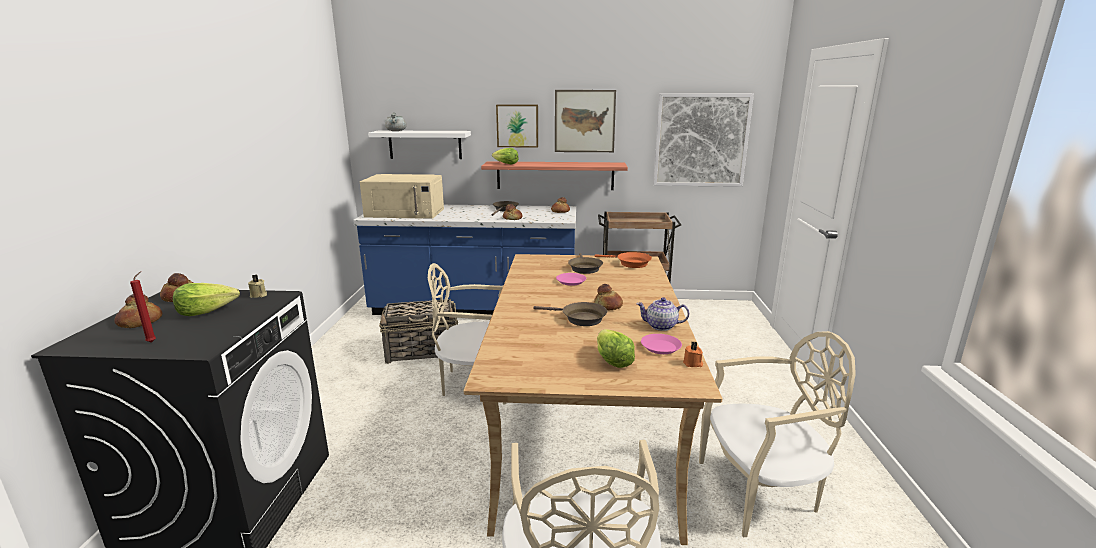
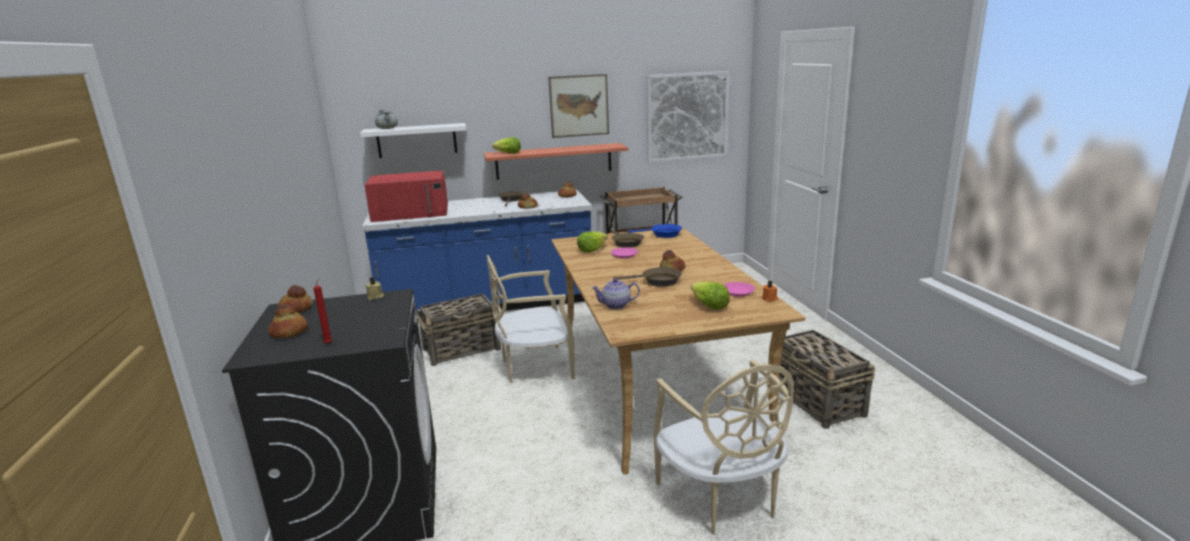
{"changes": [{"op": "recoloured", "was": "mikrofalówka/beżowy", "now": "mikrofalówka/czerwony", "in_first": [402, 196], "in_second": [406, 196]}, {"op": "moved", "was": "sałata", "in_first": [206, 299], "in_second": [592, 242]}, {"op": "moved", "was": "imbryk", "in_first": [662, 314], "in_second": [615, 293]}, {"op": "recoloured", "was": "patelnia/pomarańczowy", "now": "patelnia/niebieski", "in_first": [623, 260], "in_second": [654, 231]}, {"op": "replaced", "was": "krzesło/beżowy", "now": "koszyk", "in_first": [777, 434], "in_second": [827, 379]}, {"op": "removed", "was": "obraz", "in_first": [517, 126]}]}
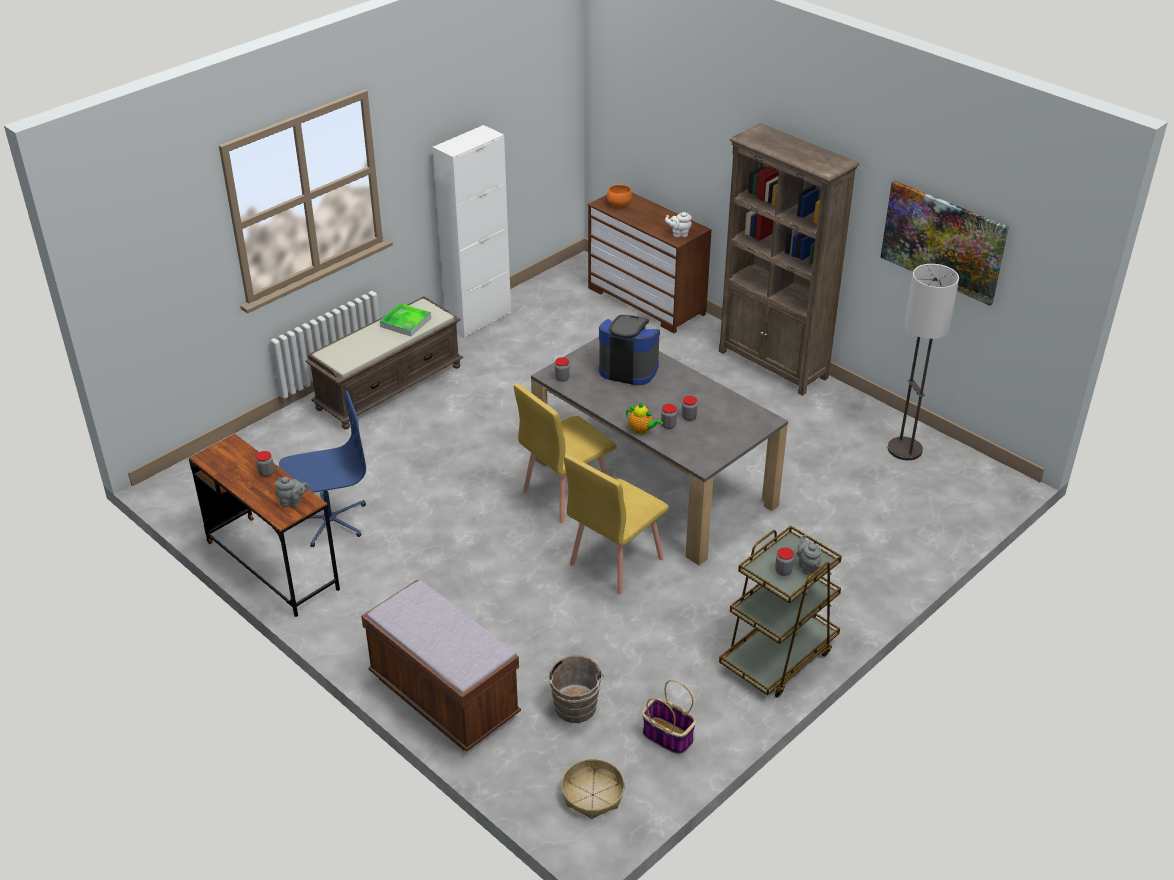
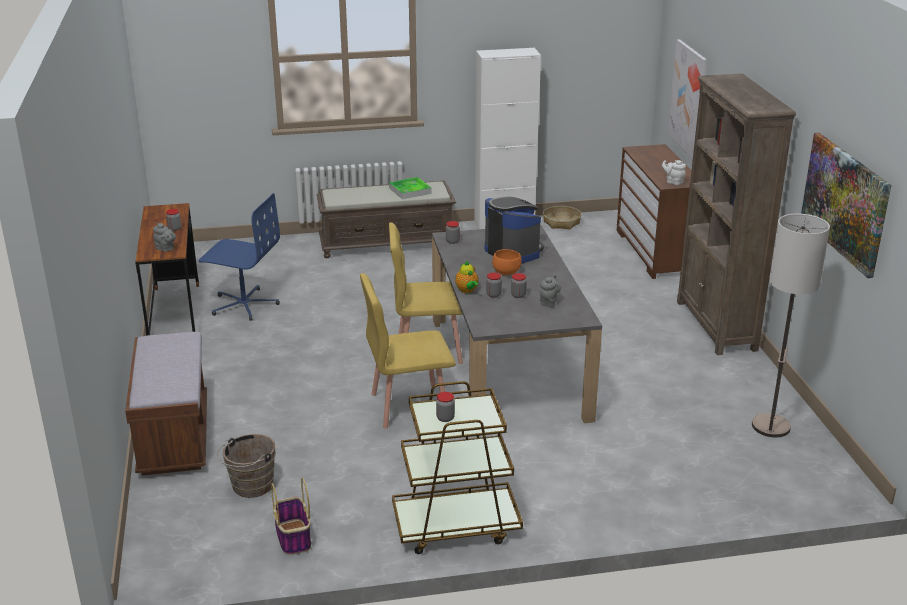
{"changes": [{"op": "moved", "was": "miska/pomarańczowy", "in_first": [619, 196], "in_second": [507, 262]}, {"op": "moved", "was": "imbryk/szary", "in_first": [809, 554], "in_second": [550, 290]}, {"op": "moved", "was": "koszyk", "in_first": [593, 789], "in_second": [562, 218]}, {"op": "added", "now": "obraz", "in_second": [687, 99]}]}
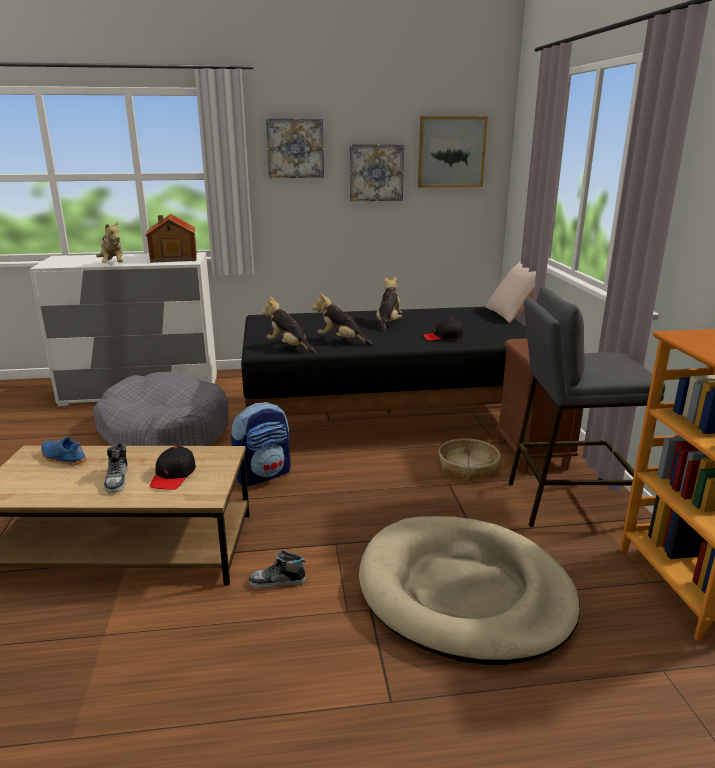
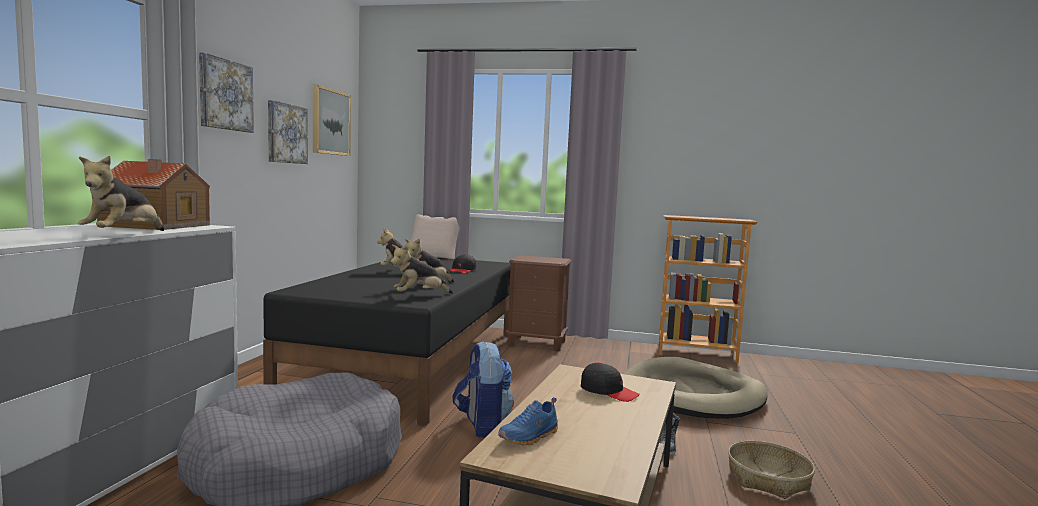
{"changes": [{"op": "turned", "was": "pluszak", "in_first": [109, 241], "in_second": [121, 193], "clockwise": 105}, {"op": "moved", "was": "koszyk", "in_first": [469, 459], "in_second": [771, 470]}, {"op": "removed", "was": "but", "in_first": [116, 468]}, {"op": "removed", "was": "stołek/szary", "in_first": [587, 407]}]}
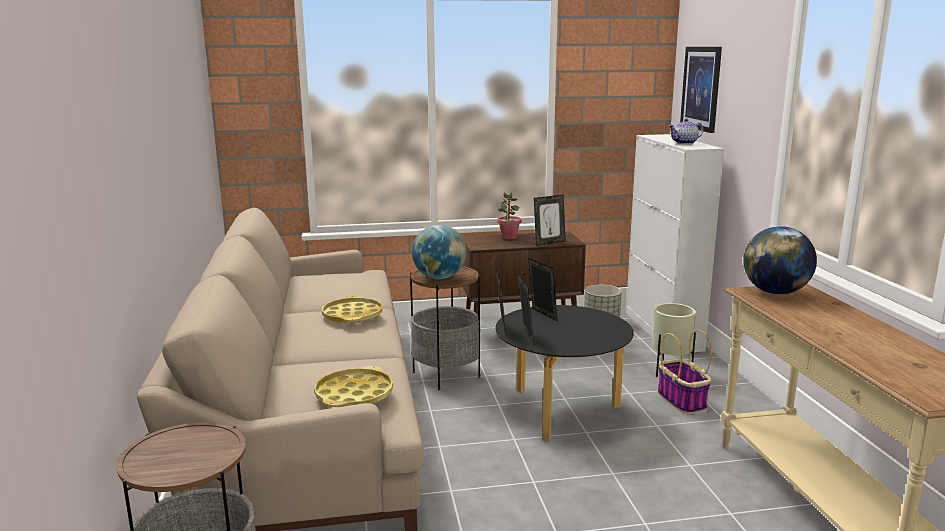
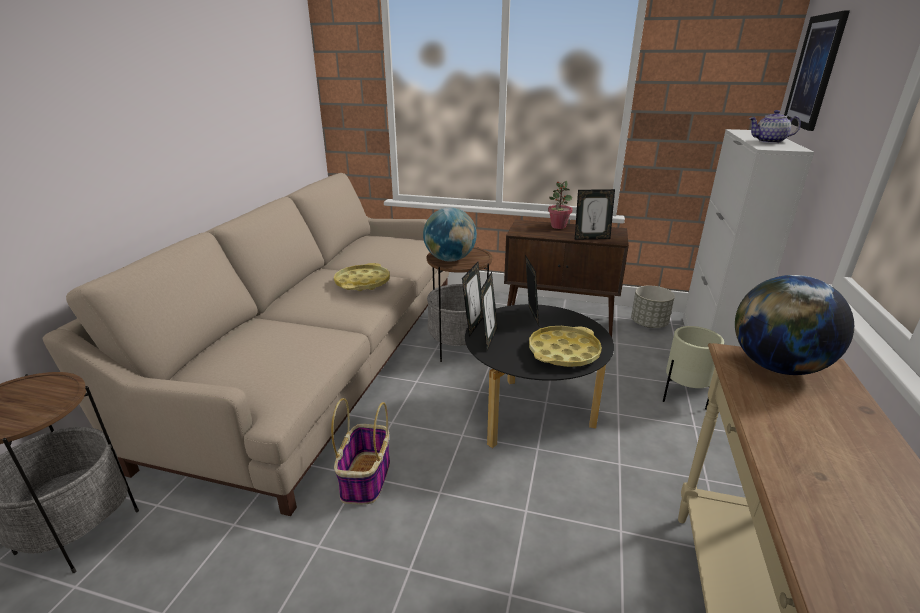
{"changes": [{"op": "moved", "was": "koszyk", "in_first": [685, 371], "in_second": [360, 451]}, {"op": "moved", "was": "taca/żółty", "in_first": [353, 386], "in_second": [565, 346]}]}
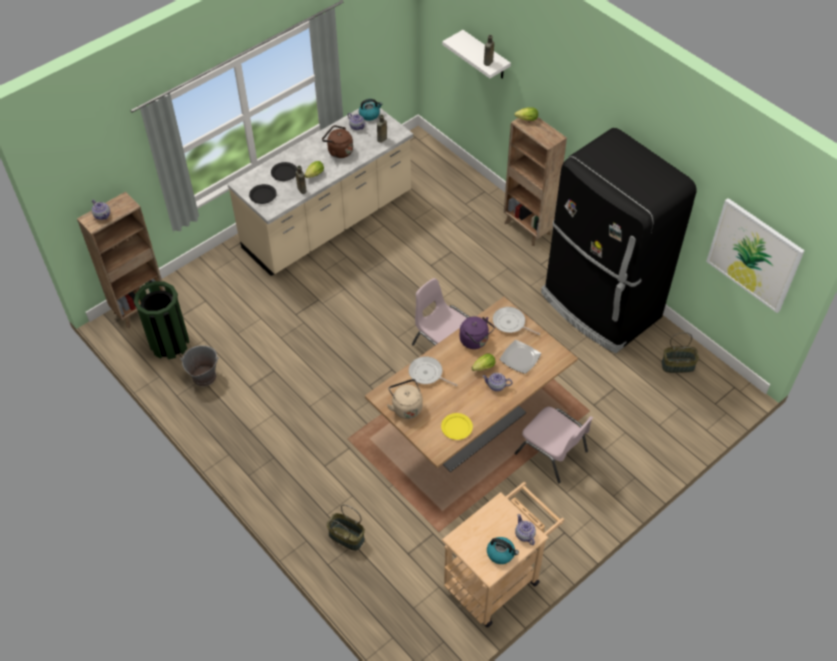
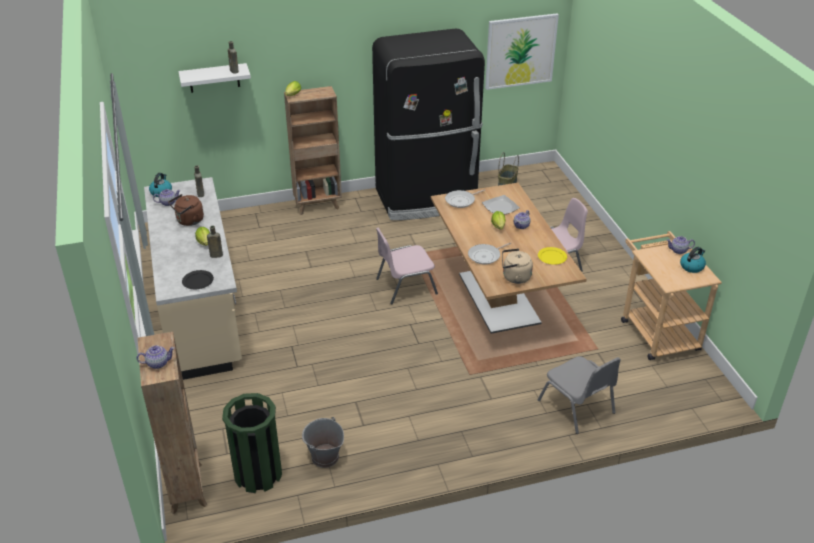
{"changes": [{"op": "replaced", "was": "koszyk", "now": "krzesło/szary", "in_first": [345, 527], "in_second": [579, 395]}, {"op": "removed", "was": "talerz/czarny", "in_first": [284, 171]}, {"op": "removed", "was": "czajnik/fioletowy", "in_first": [477, 332]}]}
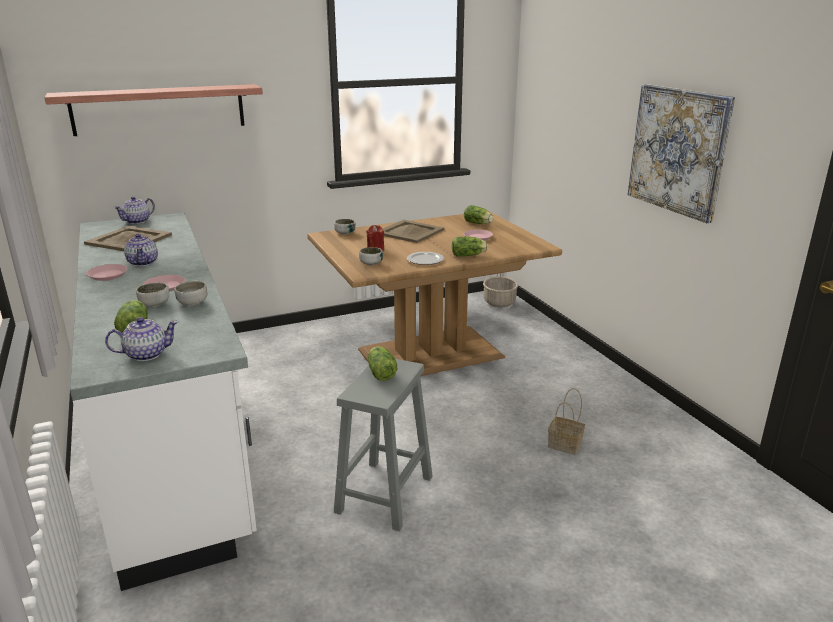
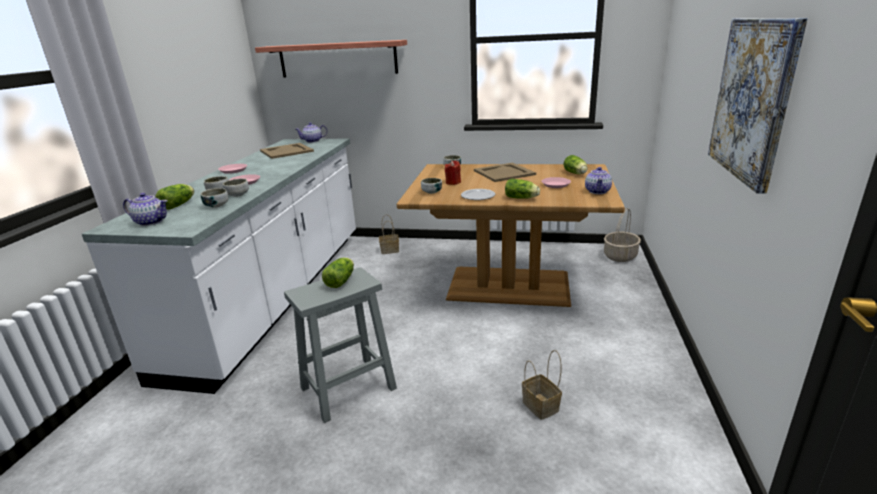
{"changes": [{"op": "added", "now": "miska", "in_second": [214, 198]}, {"op": "added", "now": "koszyk", "in_second": [389, 234]}, {"op": "moved", "was": "imbryk", "in_first": [141, 250], "in_second": [598, 180]}]}
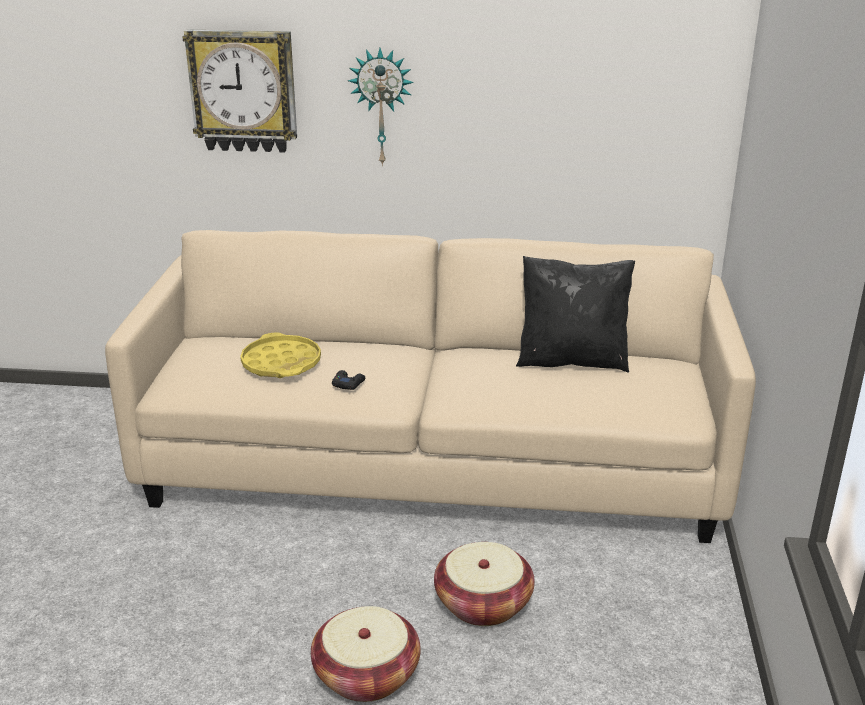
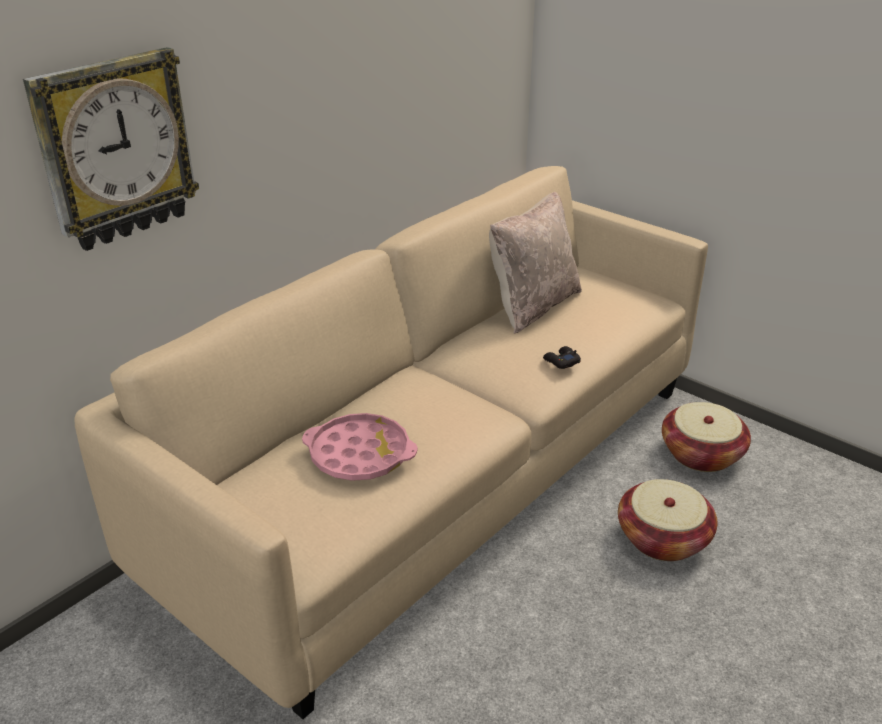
{"changes": [{"op": "recoloured", "was": "taca/żółty", "now": "taca/różowy", "in_first": [280, 355], "in_second": [360, 447]}, {"op": "recoloured", "was": "poduszka/czarny", "now": "poduszka/beżowy", "in_first": [575, 314], "in_second": [535, 262]}, {"op": "moved", "was": "pad do gier/czarny", "in_first": [348, 380], "in_second": [562, 357]}, {"op": "moved", "was": "koszyk", "in_first": [366, 654], "in_second": [706, 437]}, {"op": "removed", "was": "zegar ścienny", "in_first": [381, 107]}]}
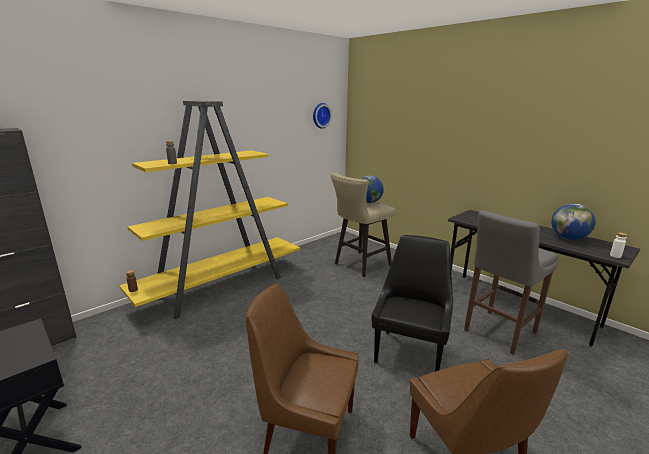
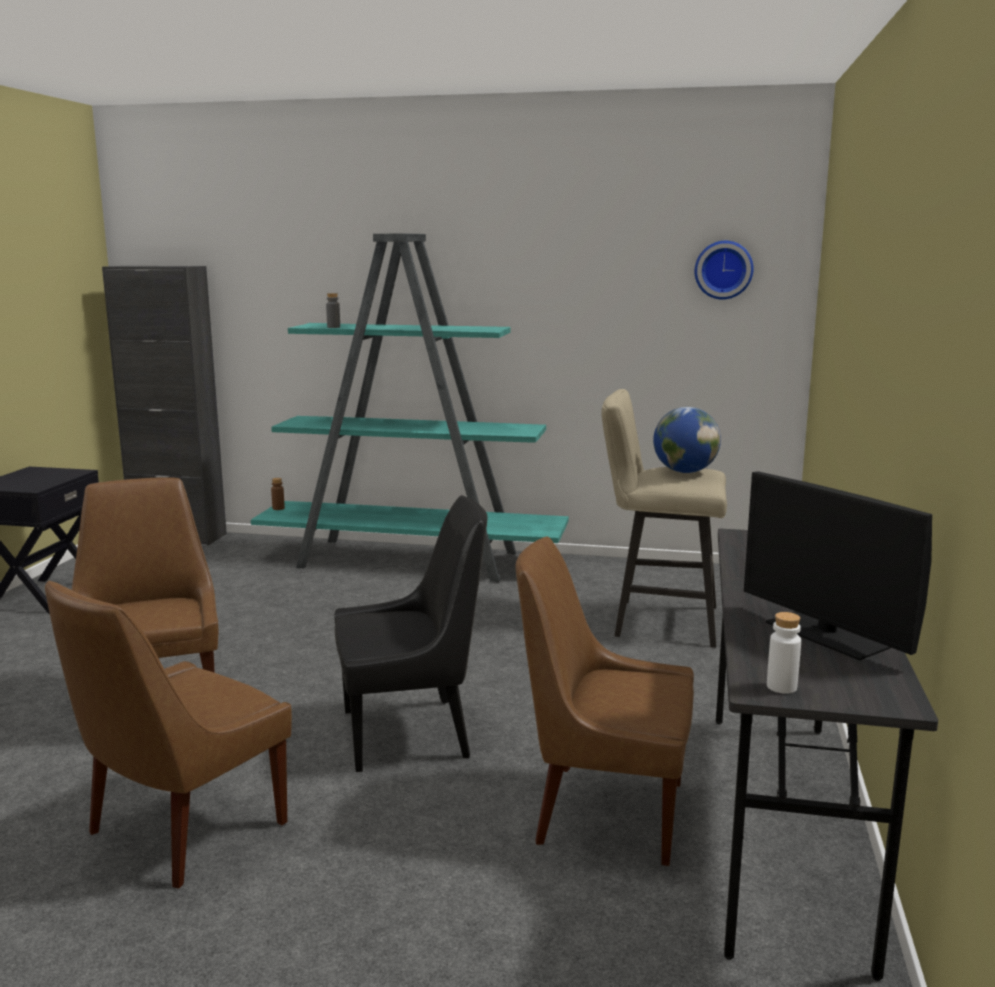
{"changes": [{"op": "recoloured", "was": "regał/żółty", "now": "regał/turkusowy", "in_first": [209, 210], "in_second": [410, 407]}, {"op": "replaced", "was": "stołek/szary", "now": "krzesło/brązowy", "in_first": [511, 282], "in_second": [604, 701]}, {"op": "replaced", "was": "globus", "now": "monitor", "in_first": [573, 222], "in_second": [838, 566]}]}
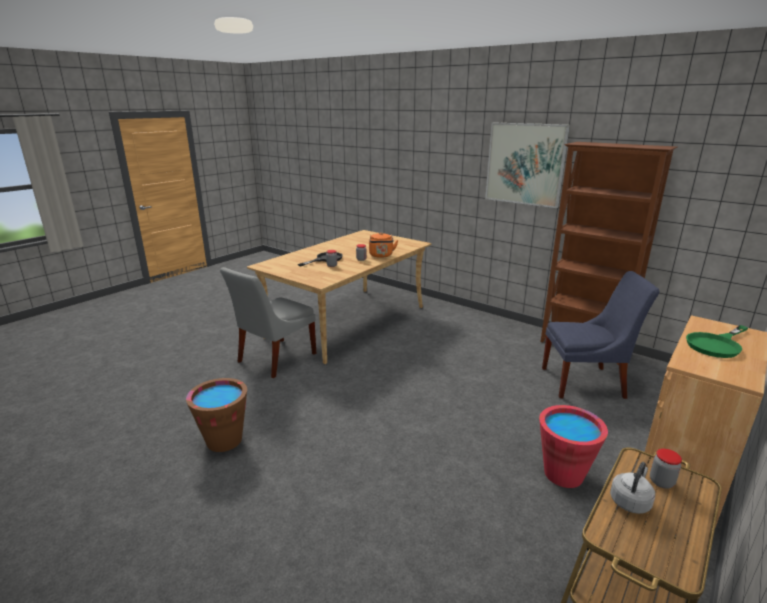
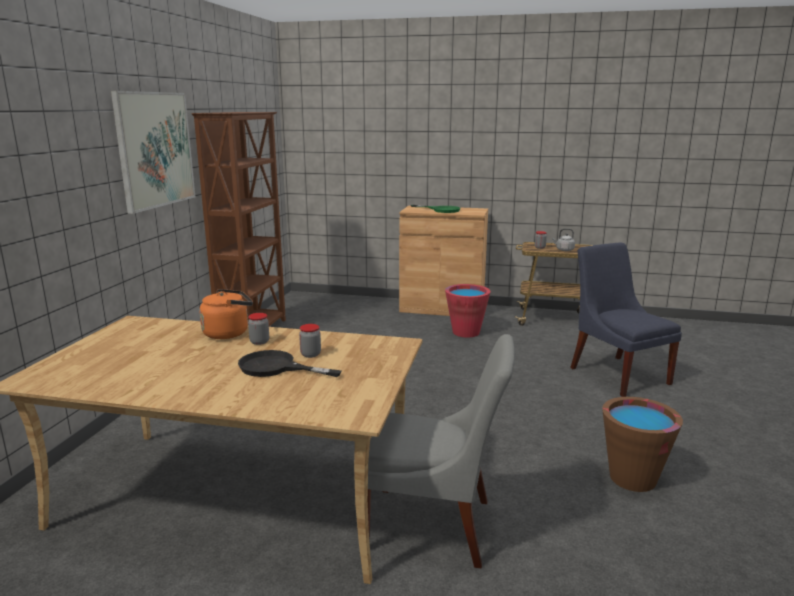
{"changes": [{"op": "moved", "was": "krzesło/niebieski", "in_first": [600, 335], "in_second": [626, 319]}]}
